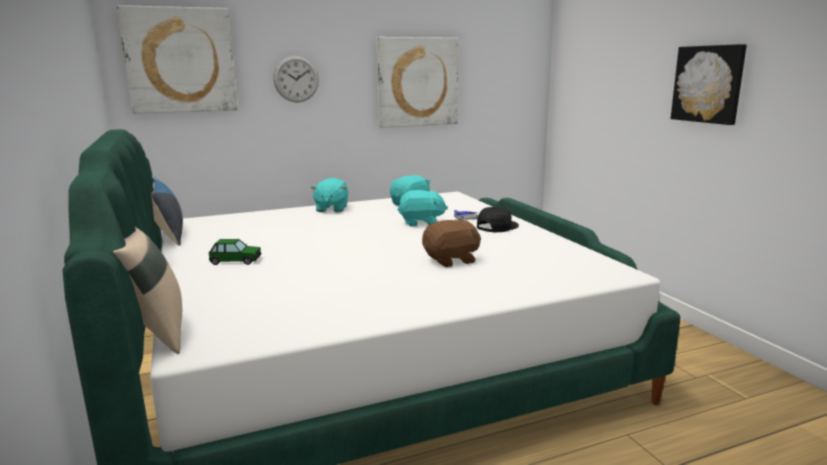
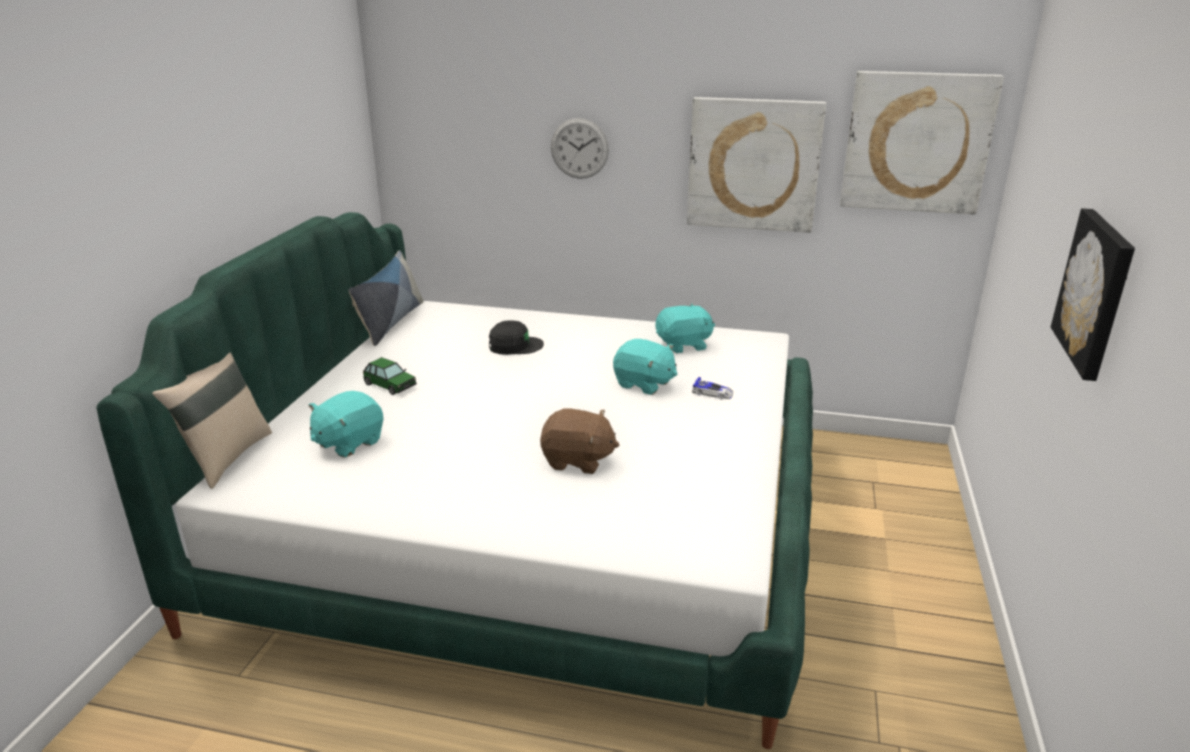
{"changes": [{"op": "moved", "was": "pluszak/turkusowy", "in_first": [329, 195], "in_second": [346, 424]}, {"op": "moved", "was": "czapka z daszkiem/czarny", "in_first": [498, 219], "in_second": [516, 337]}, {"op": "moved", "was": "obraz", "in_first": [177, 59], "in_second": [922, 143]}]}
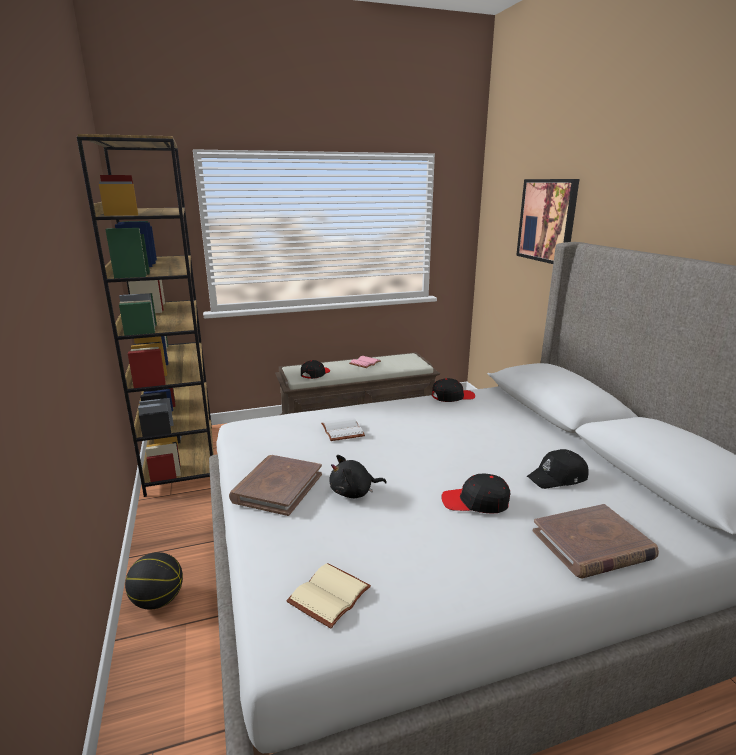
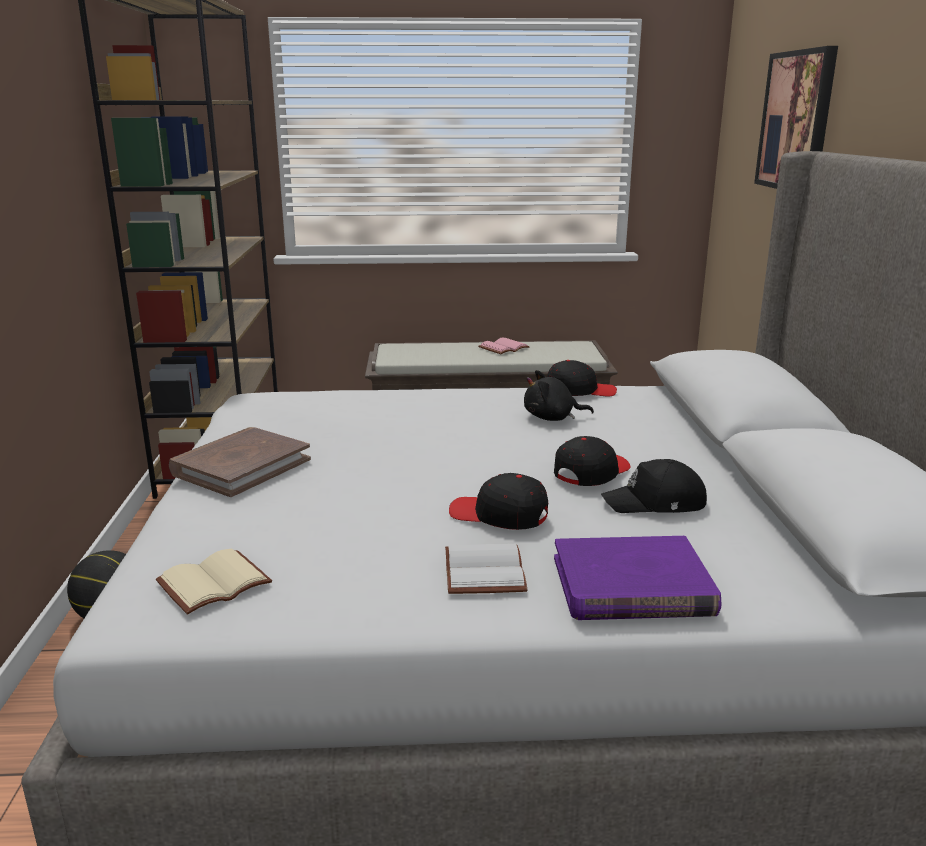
{"changes": [{"op": "moved", "was": "książka/biały", "in_first": [343, 429], "in_second": [486, 568]}, {"op": "moved", "was": "pluszak/czarny", "in_first": [358, 476], "in_second": [559, 395]}, {"op": "moved", "was": "czapka z daszkiem/czarny", "in_first": [315, 369], "in_second": [592, 461]}, {"op": "recoloured", "was": "książka/brązowy", "now": "książka/fioletowy", "in_first": [595, 541], "in_second": [637, 578]}]}
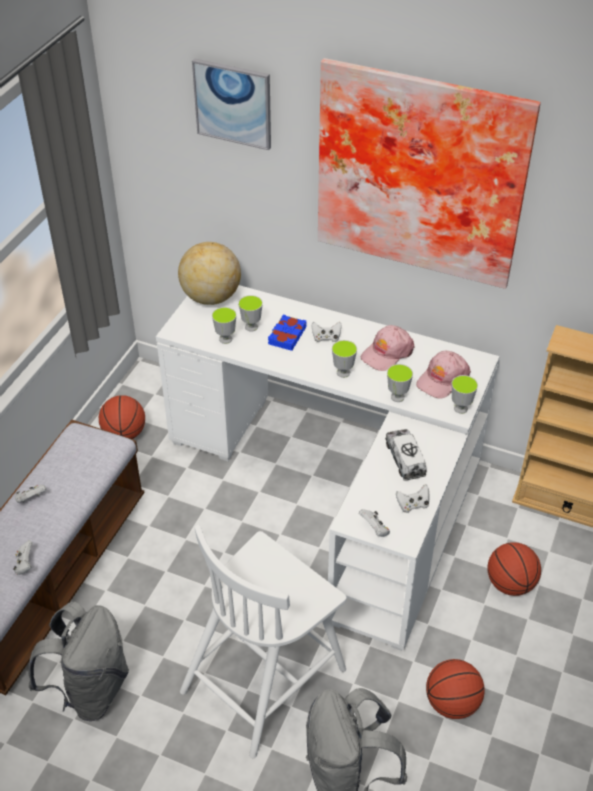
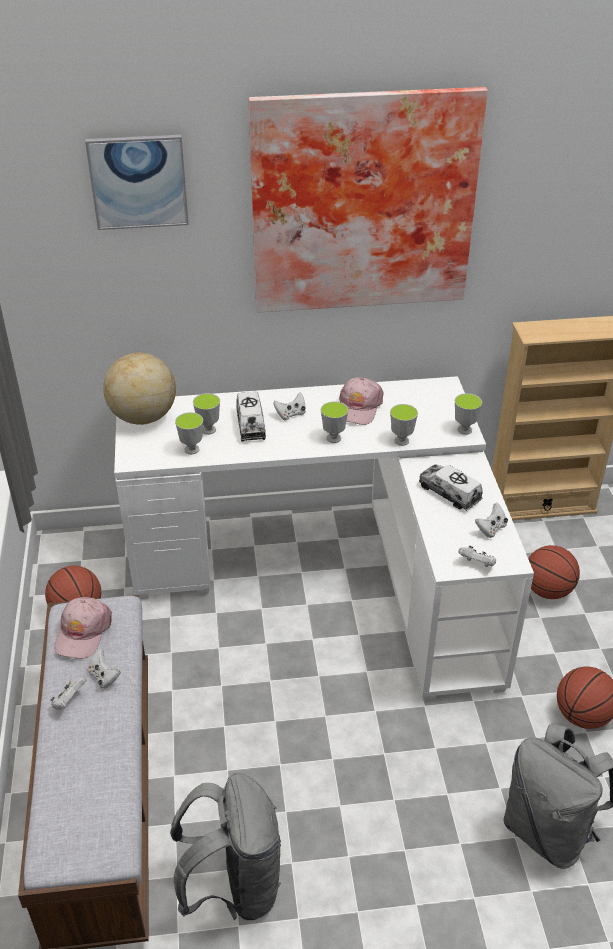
{"changes": [{"op": "moved", "was": "czapka z daszkiem/różowy", "in_first": [443, 374], "in_second": [83, 628]}, {"op": "moved", "was": "pad do gier/biały", "in_first": [23, 558], "in_second": [104, 669]}, {"op": "replaced", "was": "książka/niebieski", "now": "ciężarówka zabawkowa", "in_first": [287, 333], "in_second": [251, 417]}, {"op": "removed", "was": "krzesło/biały", "in_first": [263, 641]}]}
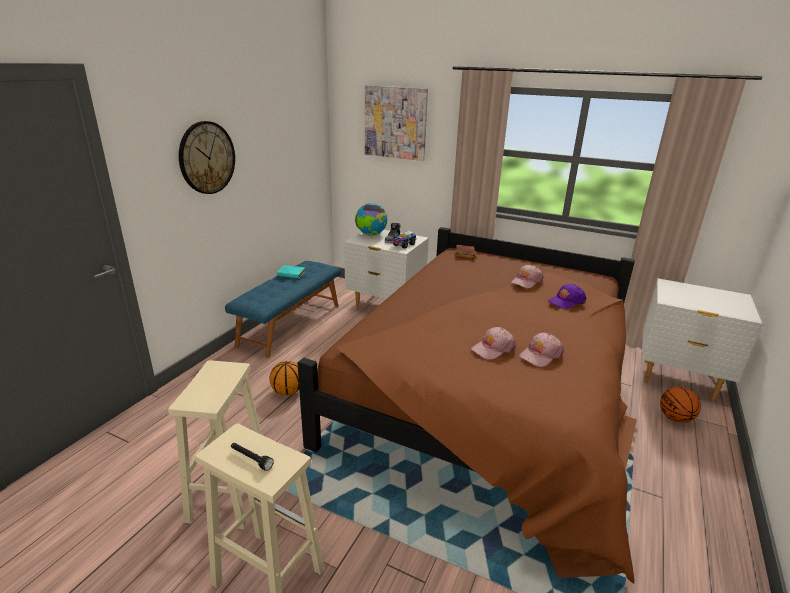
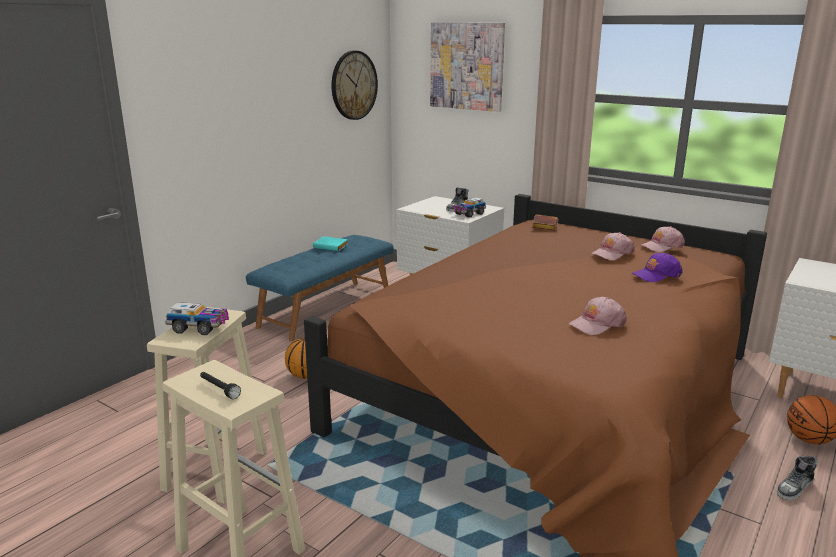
{"changes": [{"op": "added", "now": "ciężarówka zabawkowa", "in_second": [197, 318]}, {"op": "moved", "was": "zegar ścienny", "in_first": [207, 157], "in_second": [354, 85]}, {"op": "moved", "was": "czapka z daszkiem/różowy", "in_first": [493, 343], "in_second": [662, 239]}, {"op": "added", "now": "but", "in_second": [797, 478]}, {"op": "removed", "was": "globus", "in_first": [371, 219]}]}
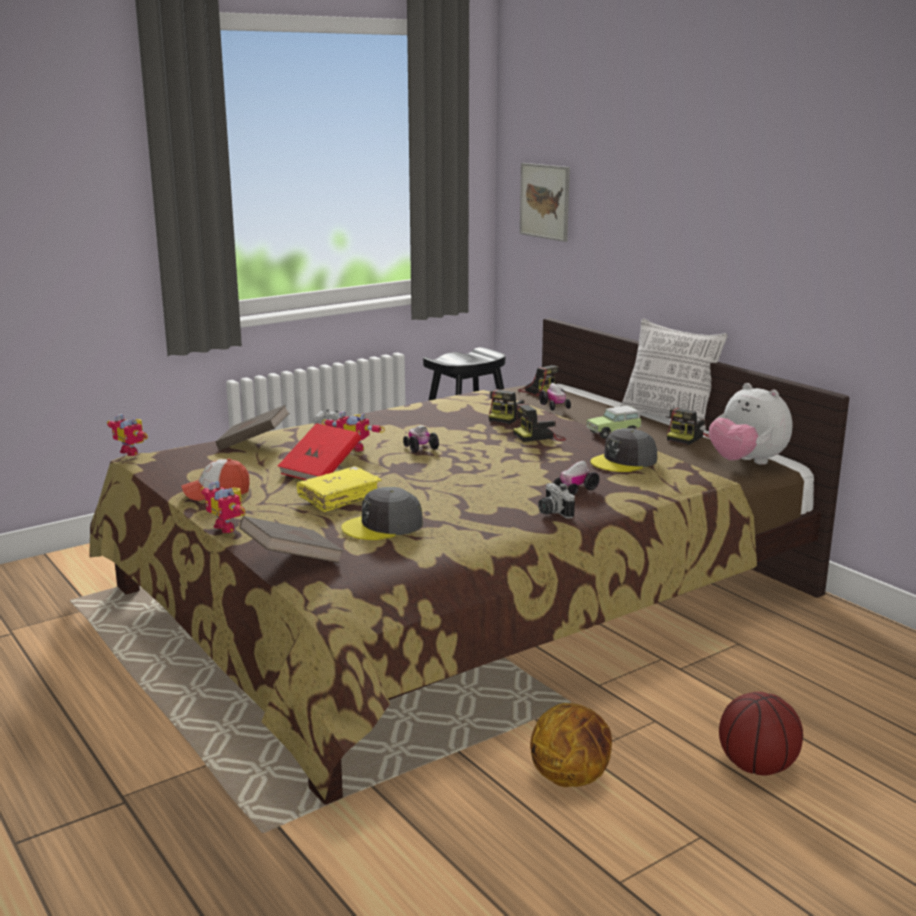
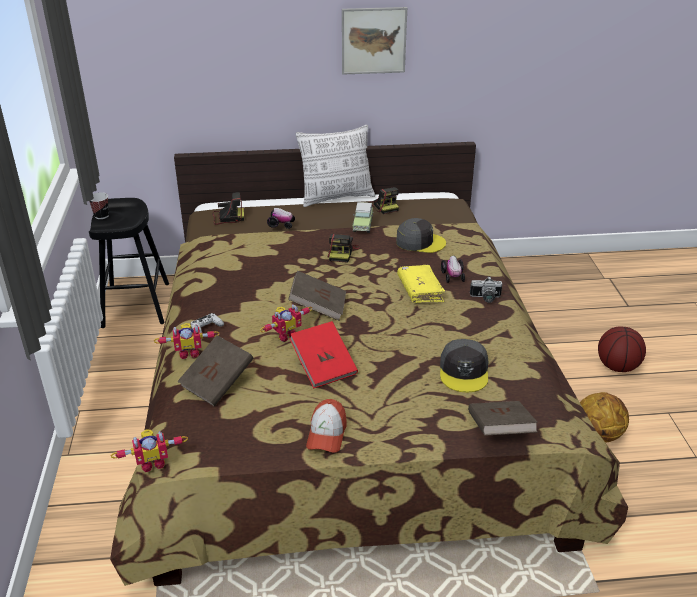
{"changes": [{"op": "added", "now": "filiżanka", "in_second": [99, 205]}, {"op": "moved", "was": "robot zabawkowy", "in_first": [223, 507], "in_second": [187, 341]}, {"op": "replaced", "was": "samochodzik", "now": "książka/brązowy", "in_first": [421, 439], "in_second": [317, 296]}, {"op": "moved", "was": "obraz", "in_first": [545, 202], "in_second": [374, 41]}, {"op": "turned", "was": "czapka z daszkiem/szary", "in_first": [623, 450], "in_second": [421, 235], "clockwise": -75}, {"op": "moved", "was": "książka/żółty", "in_first": [339, 489], "in_second": [421, 284]}, {"op": "removed", "was": "aparat fotograficzny", "in_first": [506, 406]}, {"op": "removed", "was": "pluszak", "in_first": [750, 424]}]}
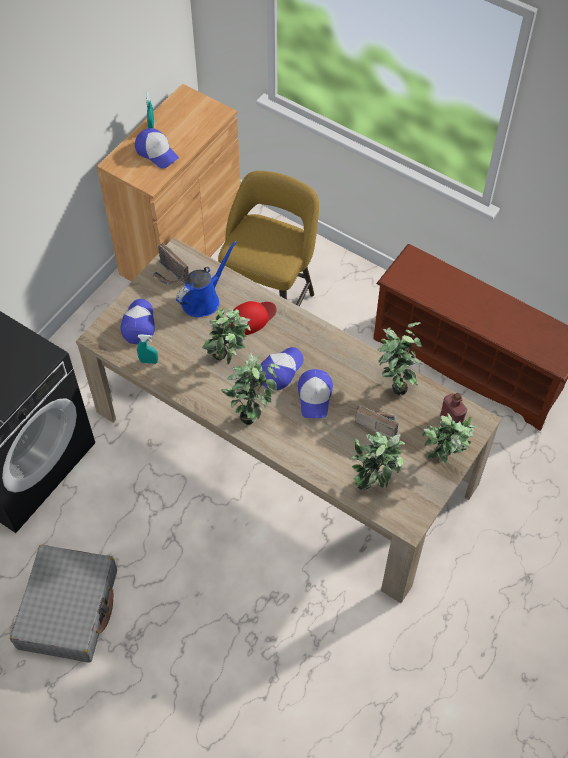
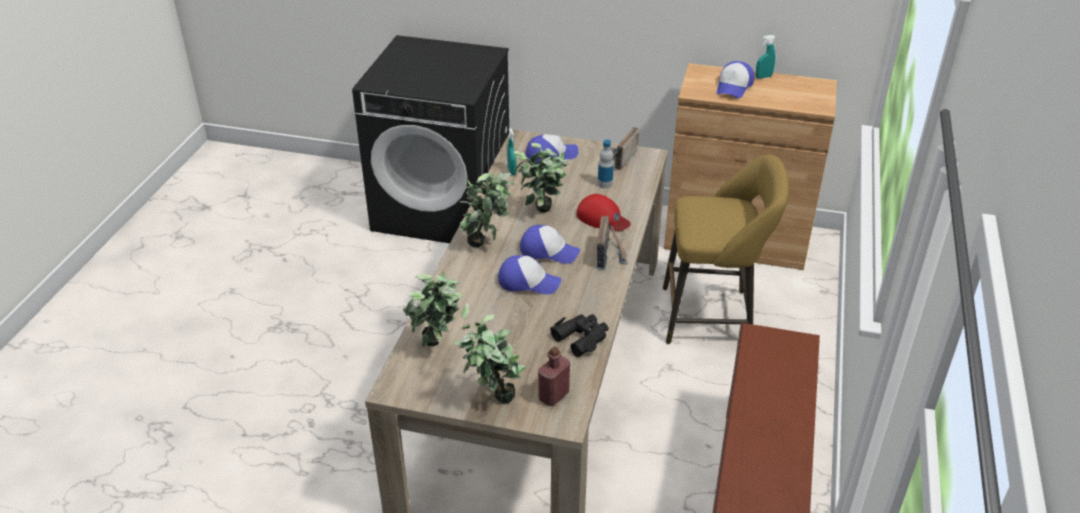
{"changes": [{"op": "turned", "was": "czapka z daszkiem", "in_first": [315, 393], "in_second": [529, 275], "clockwise": -150}, {"op": "replaced", "was": "roślina doniczkowa", "now": "lornetka/czarny", "in_first": [400, 358], "in_second": [579, 335]}, {"op": "moved", "was": "radio", "in_first": [376, 422], "in_second": [612, 242]}, {"op": "replaced", "was": "konewka/niebieski", "now": "butelka", "in_first": [206, 279], "in_second": [606, 164]}, {"op": "removed", "was": "walizka/szary", "in_first": [63, 604]}]}
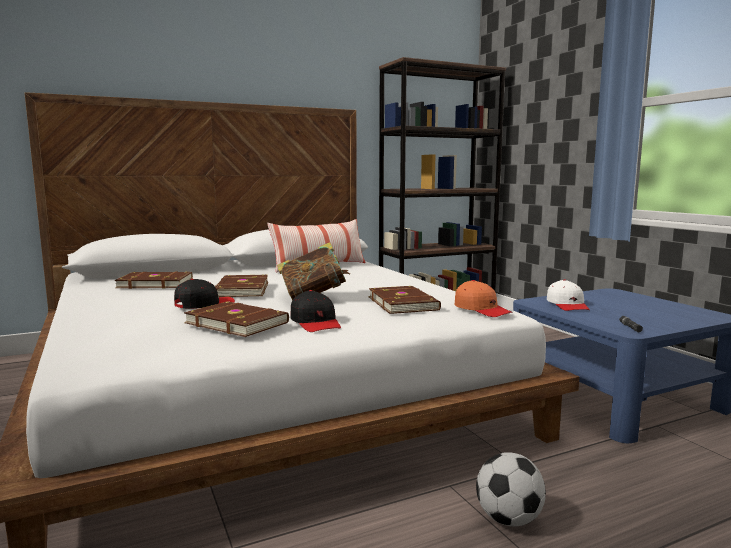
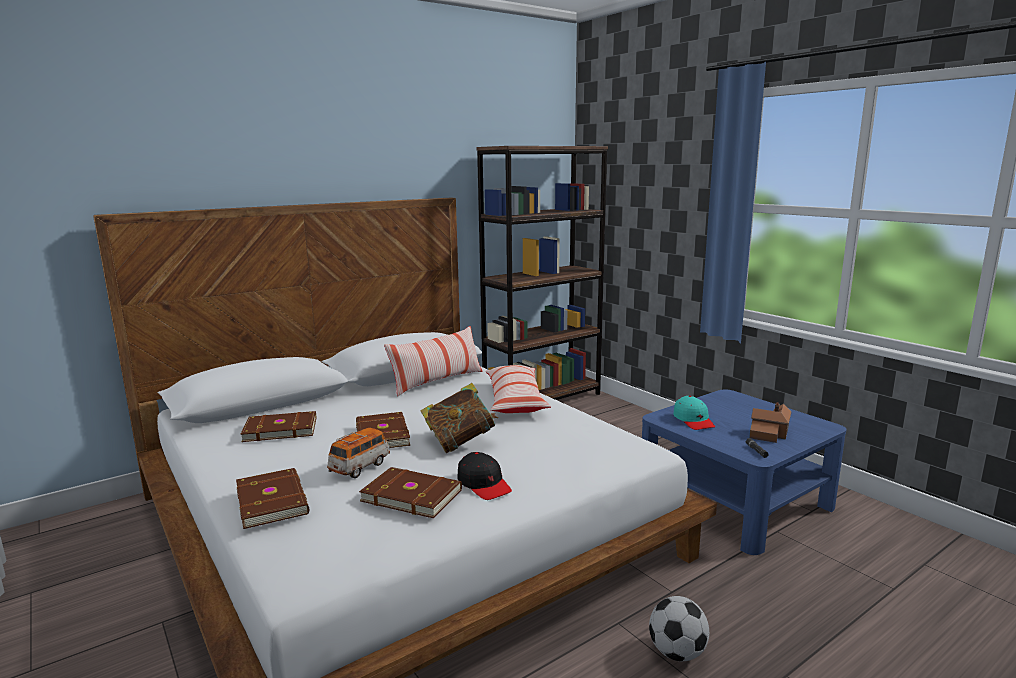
{"changes": [{"op": "moved", "was": "książka/brązowy", "in_first": [404, 300], "in_second": [272, 498]}, {"op": "replaced", "was": "czapka z daszkiem/czarny", "now": "samochodzik", "in_first": [204, 294], "in_second": [358, 453]}, {"op": "added", "now": "poduszka", "in_second": [518, 389]}, {"op": "recoloured", "was": "czapka z daszkiem/biały", "now": "czapka z daszkiem/turkusowy", "in_first": [568, 295], "in_second": [694, 413]}, {"op": "added", "now": "domek", "in_second": [770, 422]}, {"op": "removed", "was": "czapka z daszkiem/pomarańczowy", "in_first": [483, 298]}]}
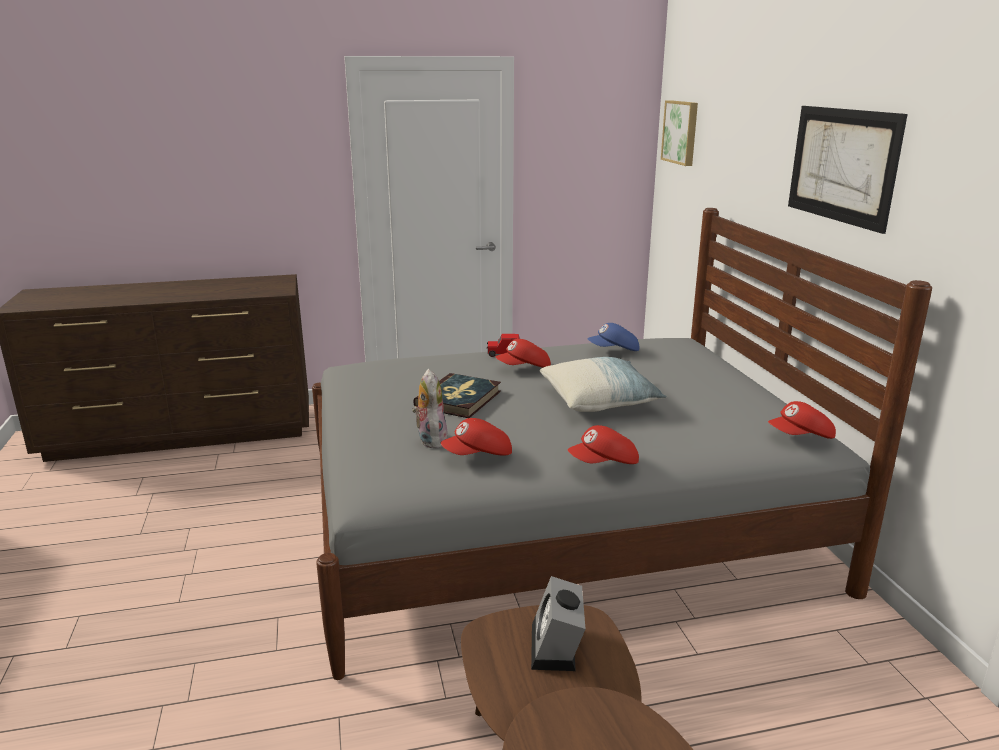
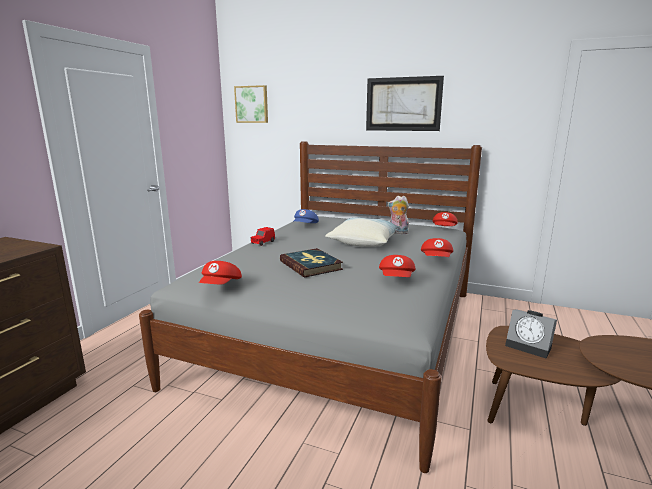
{"changes": [{"op": "moved", "was": "czapka z daszkiem/czerwony", "in_first": [523, 353], "in_second": [220, 273]}, {"op": "moved", "was": "pluszak", "in_first": [430, 408], "in_second": [398, 215]}]}
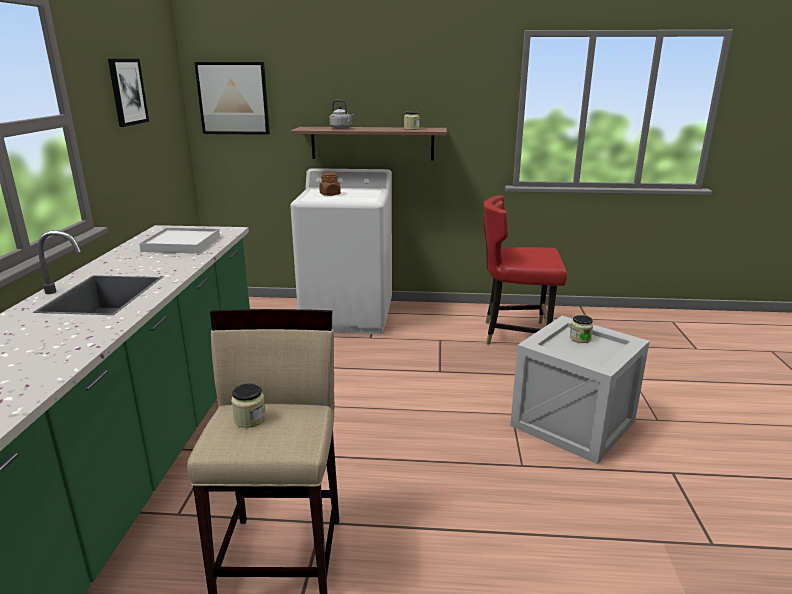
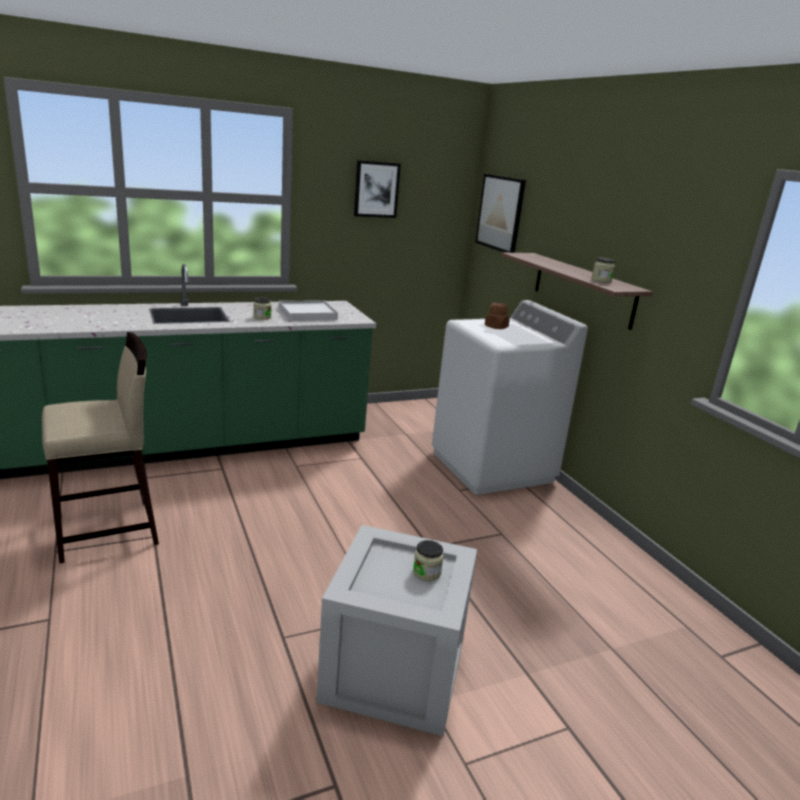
{"changes": [{"op": "moved", "was": "słoik", "in_first": [248, 406], "in_second": [262, 308]}, {"op": "removed", "was": "czajnik/szary", "in_first": [341, 114]}, {"op": "removed", "was": "krzesło/czerwony", "in_first": [525, 270]}]}
